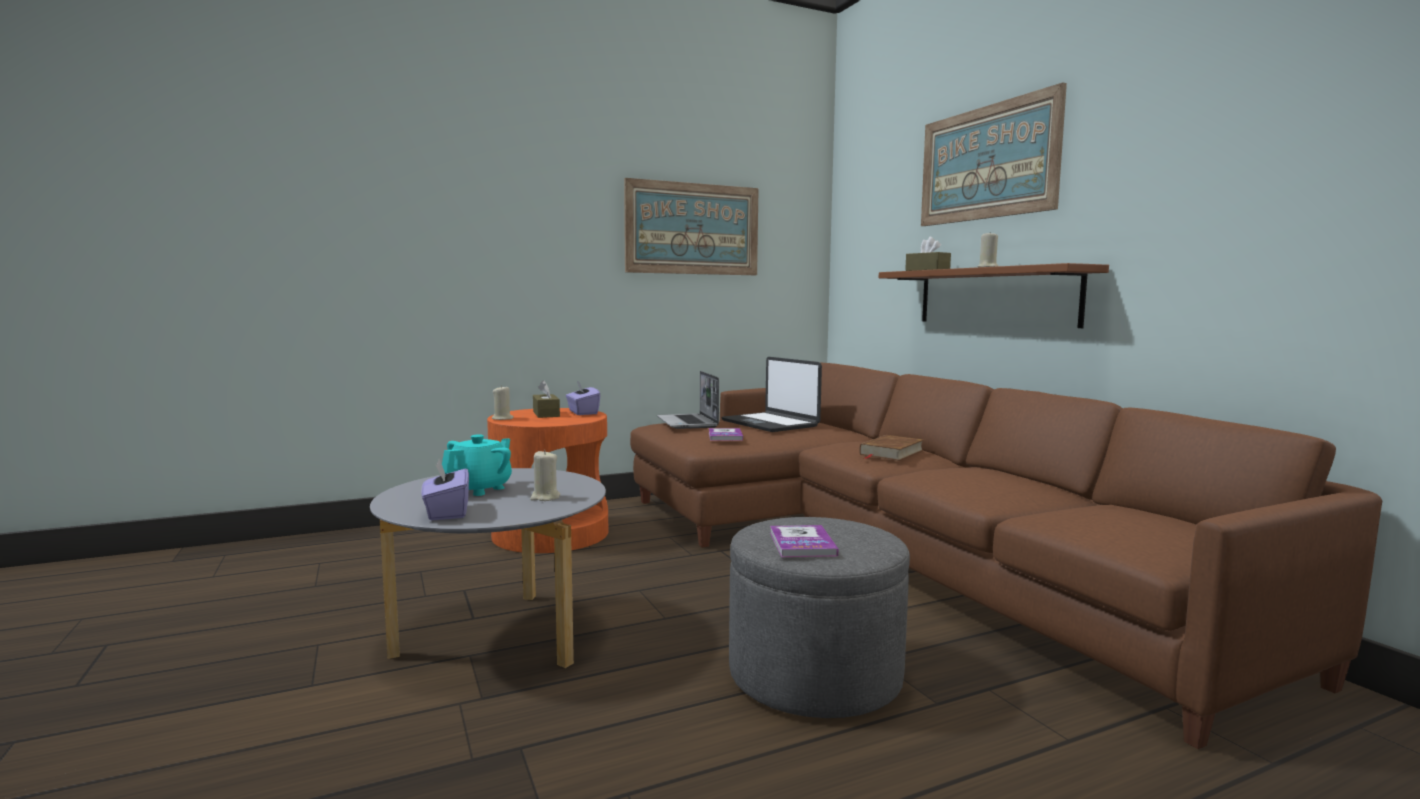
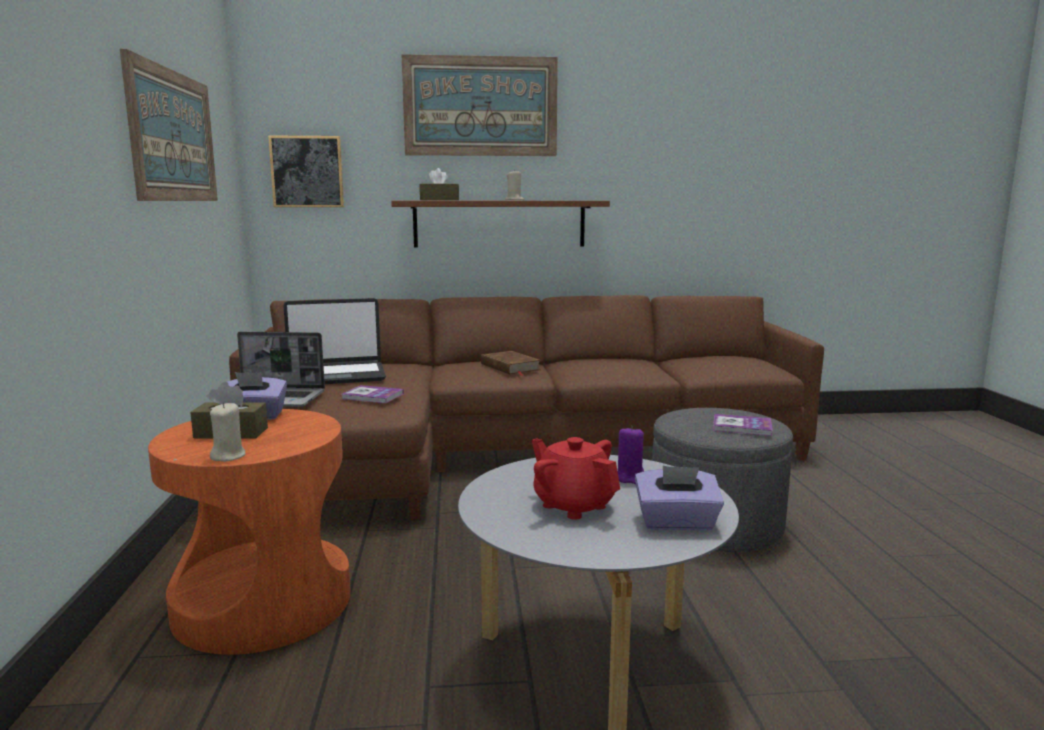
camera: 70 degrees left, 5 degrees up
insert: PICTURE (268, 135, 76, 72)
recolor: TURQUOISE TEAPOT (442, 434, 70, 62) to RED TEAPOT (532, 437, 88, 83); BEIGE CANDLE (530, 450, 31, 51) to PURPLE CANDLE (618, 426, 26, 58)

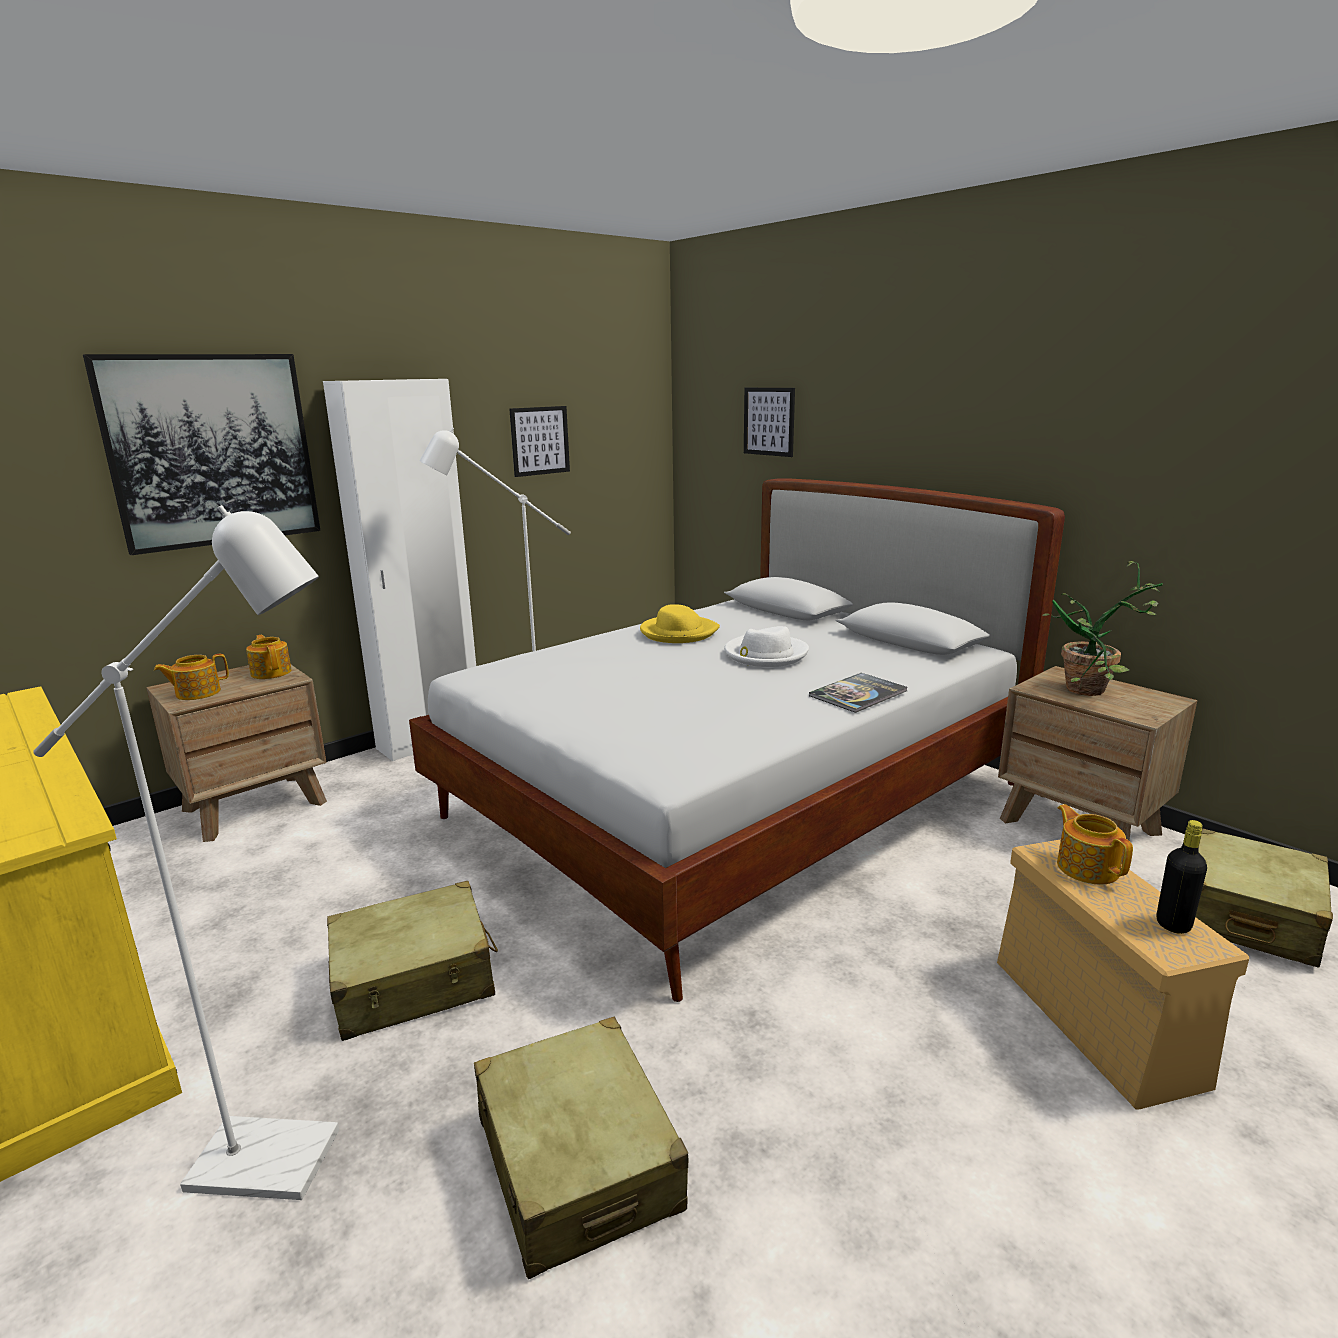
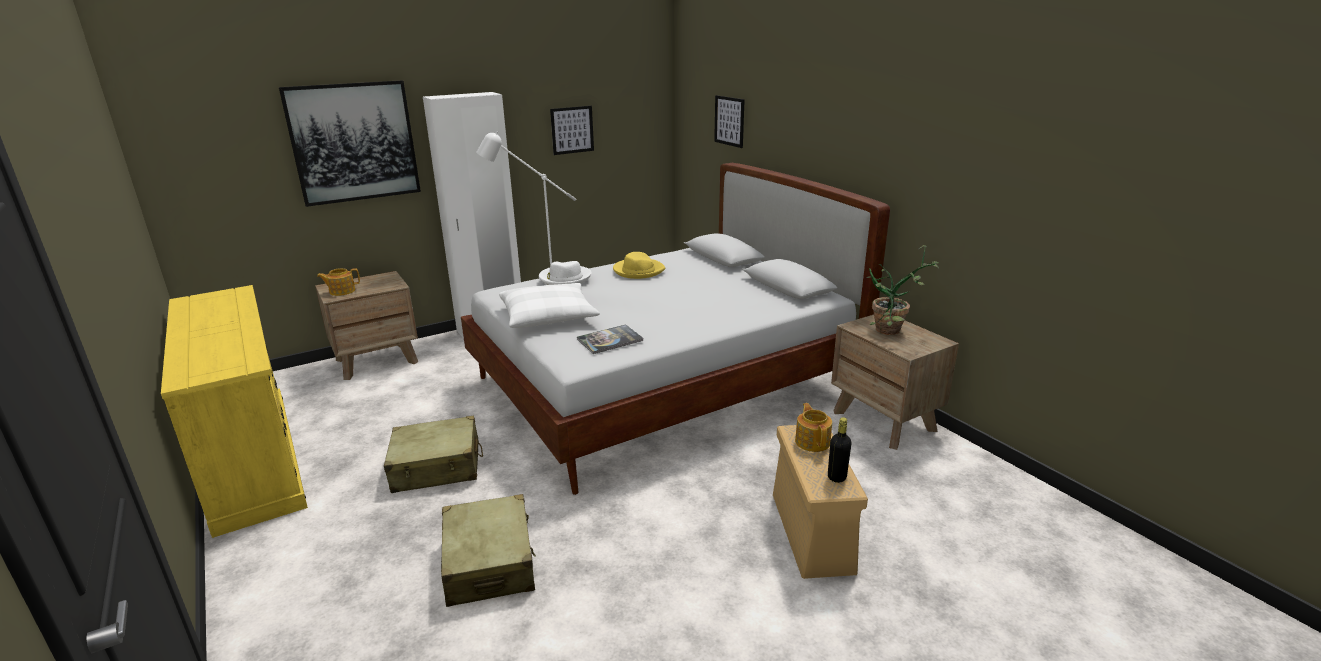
camera: 10 degrees right, 5 degrees up
delete: WHITE FLOOR LAMP (33, 505, 306, 695); TEAPOT (246, 635, 46, 44); BEIGE SUITCASE (1195, 828, 138, 140)
insert: WHITE PILLOW (499, 283, 101, 45)
move: WHITE HAT (724, 626, 85, 41) to (539, 261, 53, 24); BOOK (809, 673, 98, 40) to (577, 324, 66, 30)

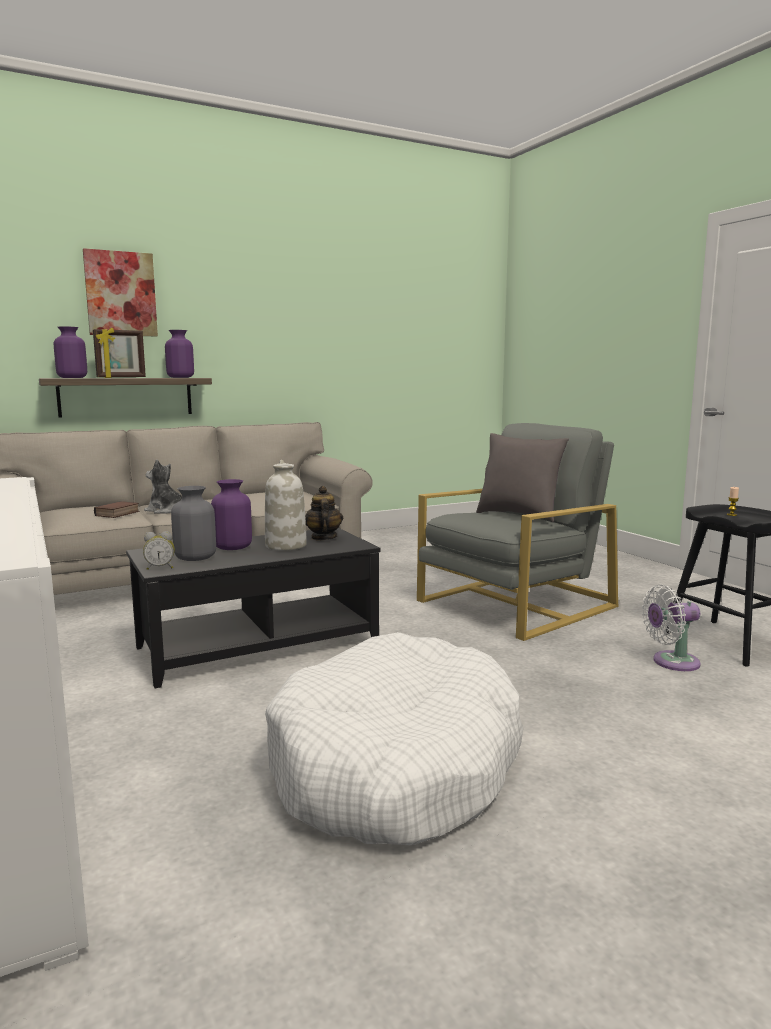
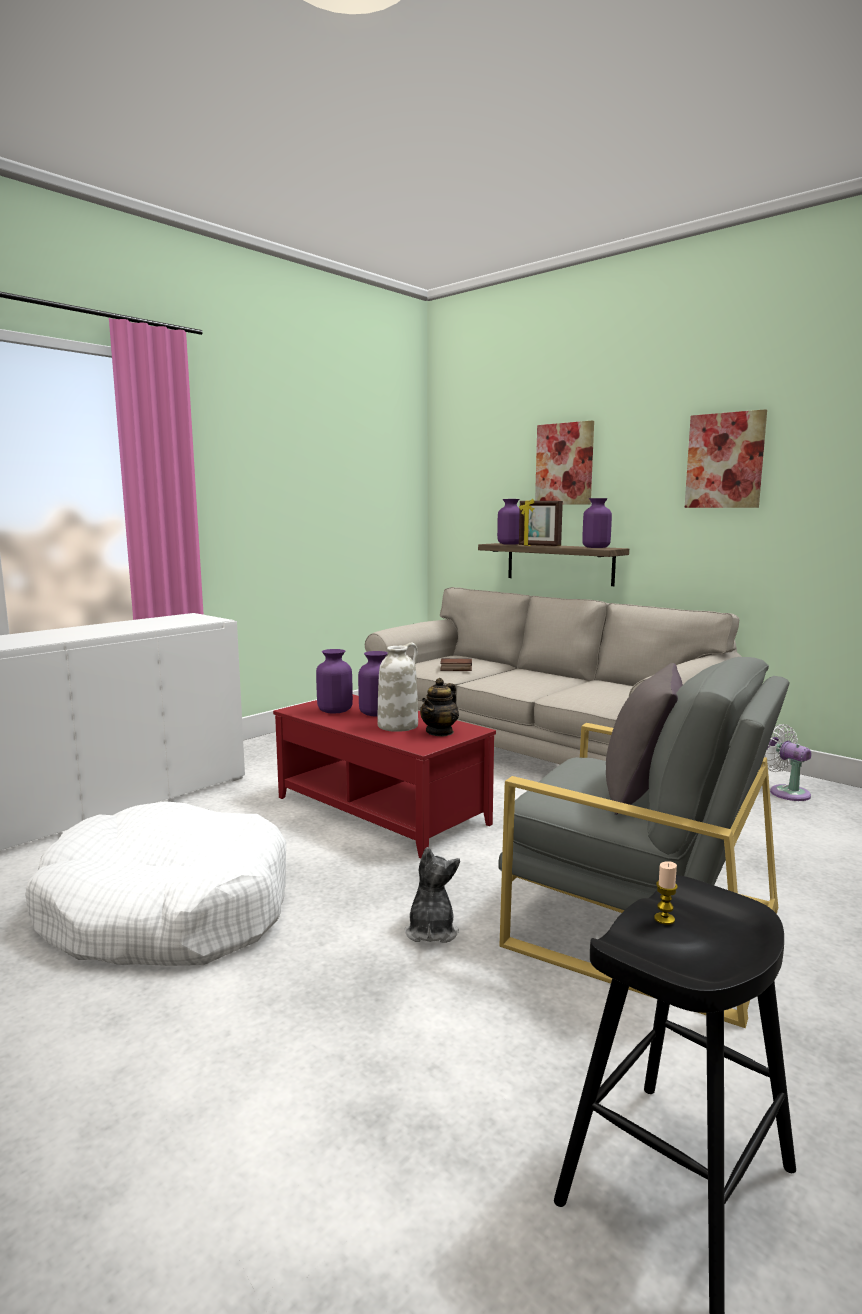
camera: 70 degrees right, 0 degrees up
delete: ALARM CLOCK (143, 531, 32, 39)
insert: PICTURE (685, 409, 82, 99)
move: PLUSH TOY (144, 459, 38, 55) to (405, 847, 55, 96); WHITE FAN (642, 585, 59, 86) to (764, 724, 47, 77)
recolor: BLACK COFFEE TABLE (126, 528, 255, 160) to RED COFFEE TABLE (273, 695, 223, 164); GREY VASE (171, 486, 45, 75) to PURPLE VASE (316, 649, 37, 65)
rotate: TEAPOT (305, 486, 38, 54) = (420, 678, 39, 59) 150 degrees clockwise

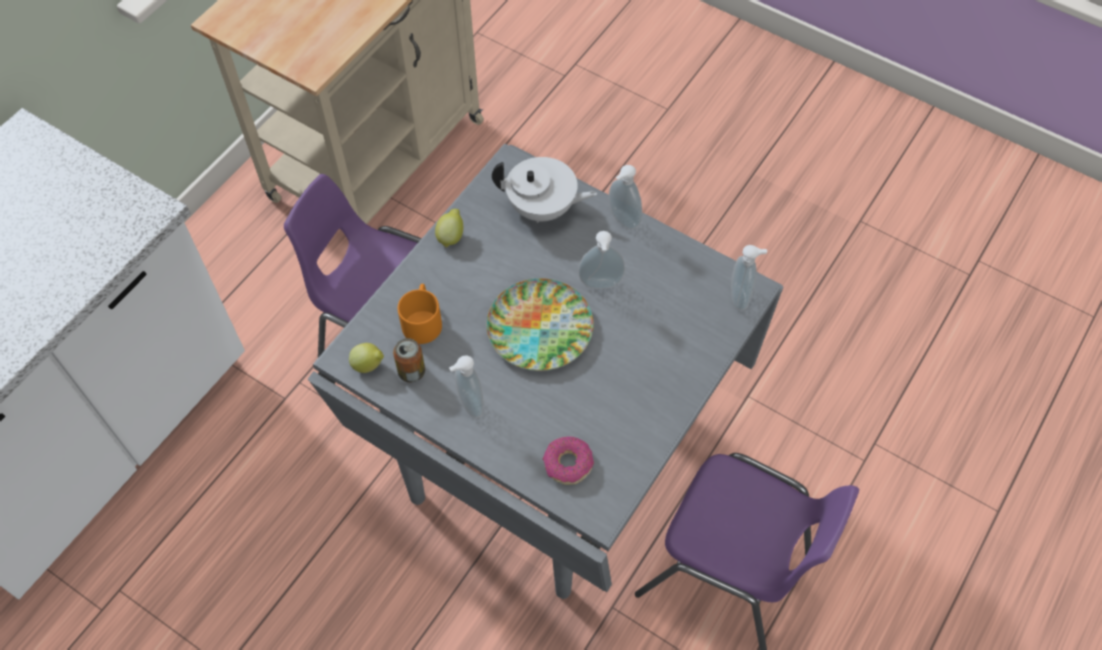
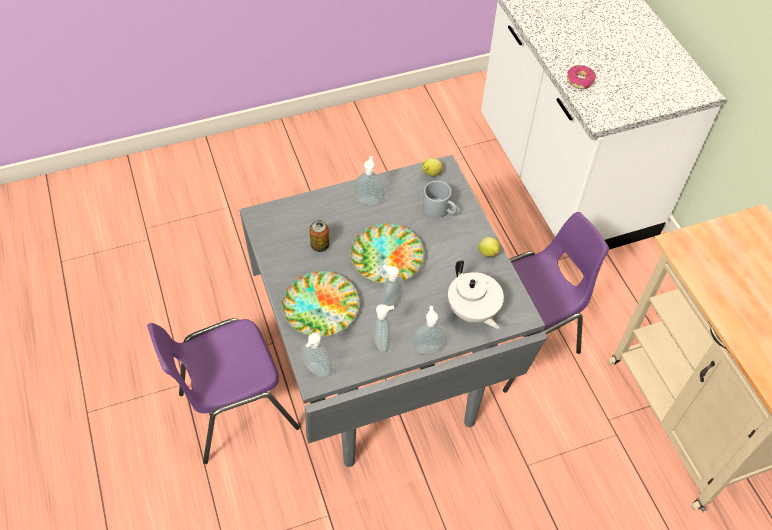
camera: 125 degrees right, 5 degrees down
insert: PLATE (282, 271, 78, 66); SOAP DISPENSER (373, 304, 21, 49)
move: CAN (393, 338, 32, 44) to (309, 220, 20, 32); DONUT (543, 436, 51, 49) to (567, 65, 29, 24)
recolor: ORANGE MUG (398, 284, 44, 60) to GREY MUG (423, 181, 34, 37)
rotate: WHITE TEAPOT (492, 157, 105, 66) = (448, 260, 56, 69) 75 degrees counterclockwise

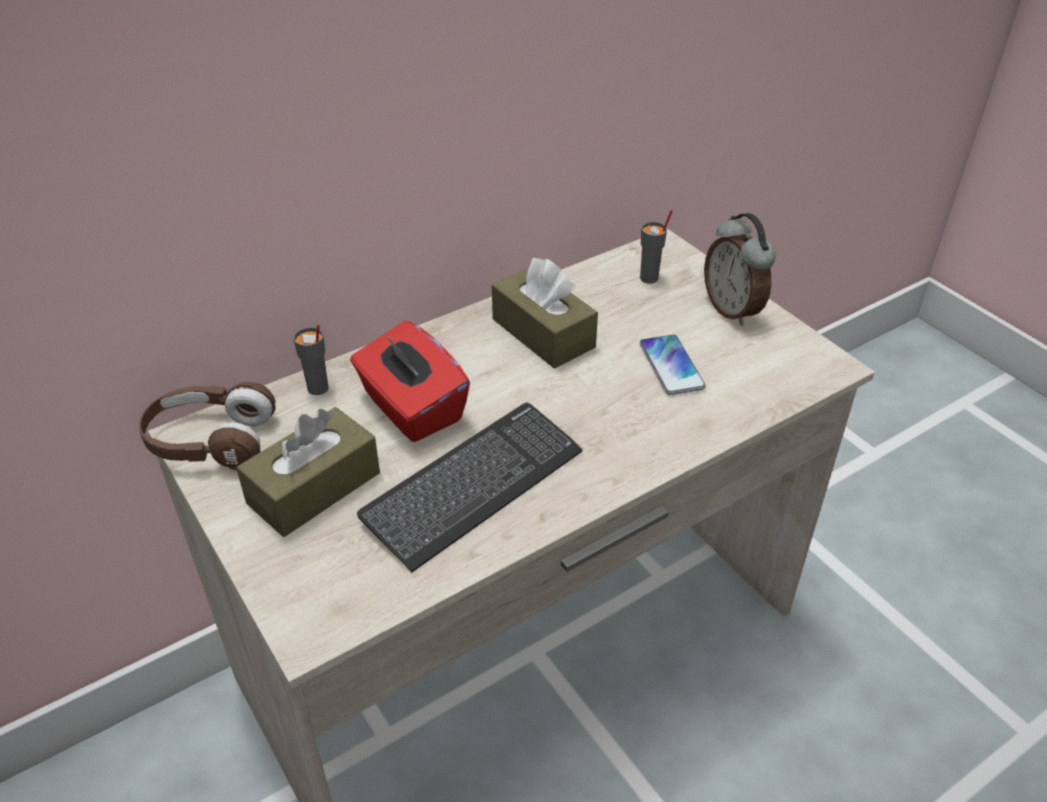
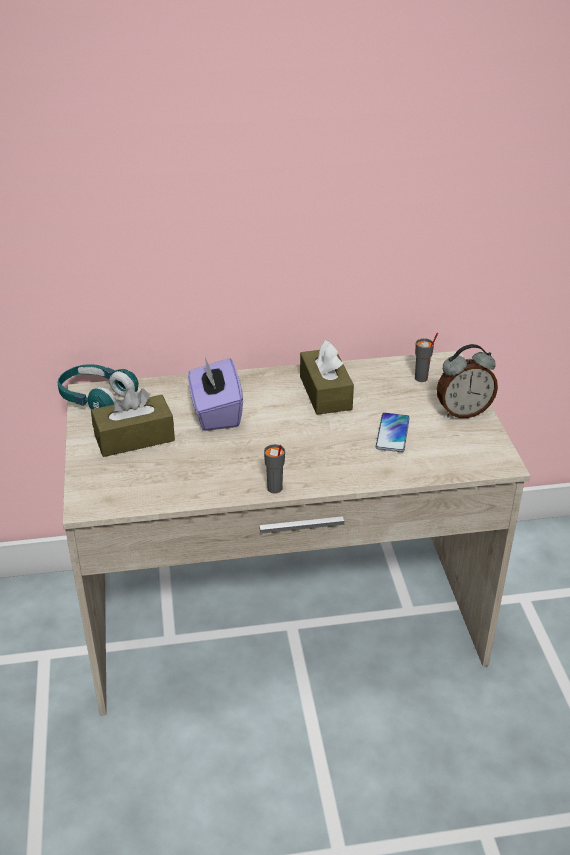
camera: 25 degrees right, 5 degrees down
delete: KEYBOARD (357, 402, 225, 171)
move: GREY CUP (293, 325, 35, 70) to (264, 444, 21, 50)
recolor: BROWN HEADPHONES (139, 382, 137, 88) to TURQUOISE HEADPHONES (58, 364, 80, 45); RED TISSUE BOX (350, 321, 120, 121) to PURPLE TISSUE BOX (188, 358, 55, 73)
rotate: ALARM CLOCK (704, 213, 72, 113) = (437, 344, 61, 74) 105 degrees counterclockwise

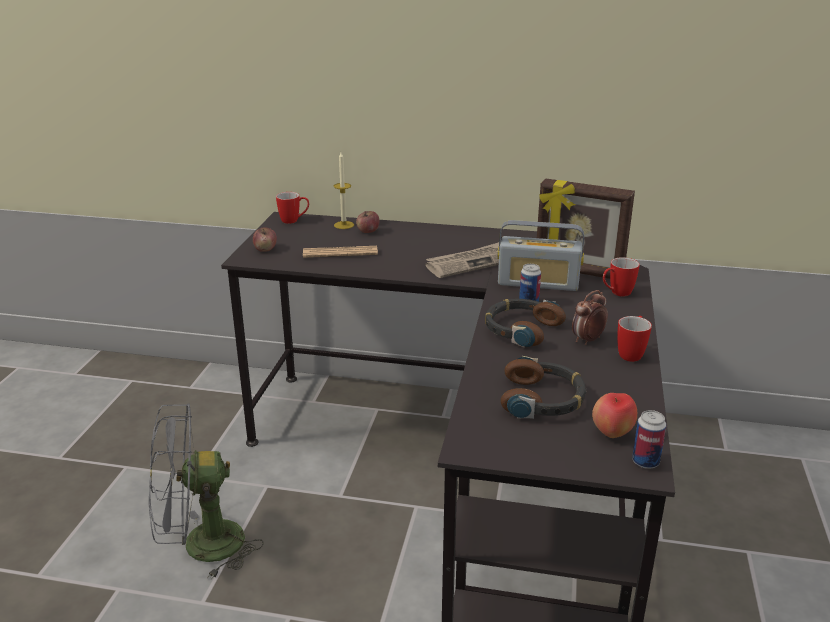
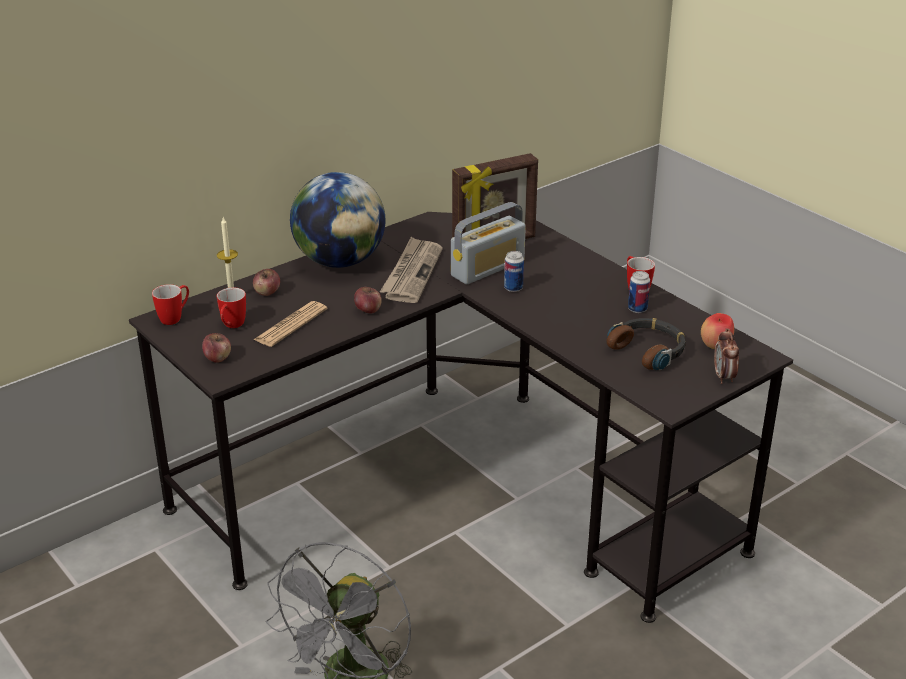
camera: 50 degrees left, 5 degrees up
delete: HEADPHONES (485, 299, 81, 49)
insert: GLOBE (290, 172, 95, 96); APPLE (354, 287, 28, 26)
move: ALARM CLOCK (572, 290, 36, 55) to (714, 328, 25, 56); MUG (603, 257, 37, 40) to (217, 287, 29, 41); CAN (632, 410, 34, 59) to (628, 271, 22, 42)

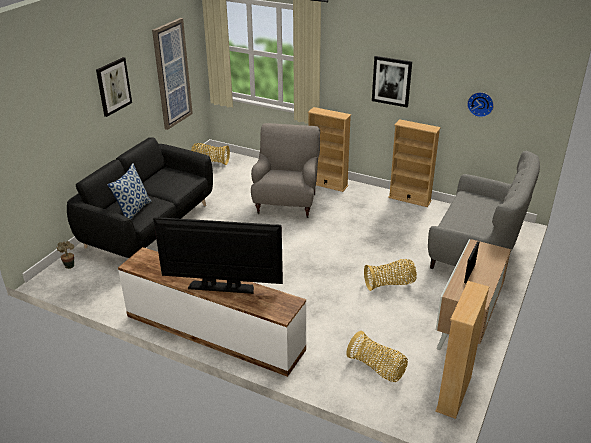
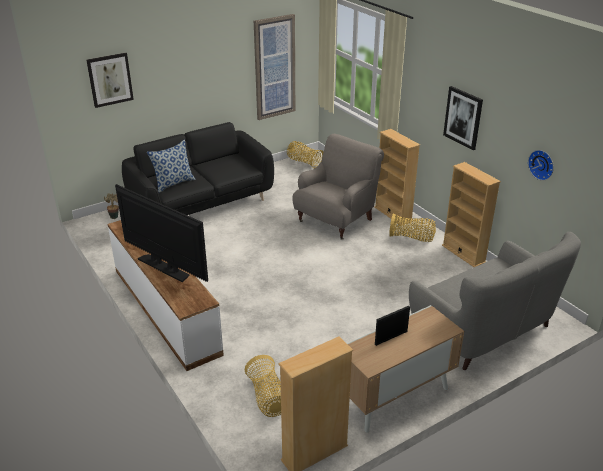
camera: 30 degrees right, 0 degrees up
move: PICTURE (96, 57, 36, 60) to (86, 53, 48, 55); BASKET (364, 259, 53, 32) to (389, 213, 47, 29)

